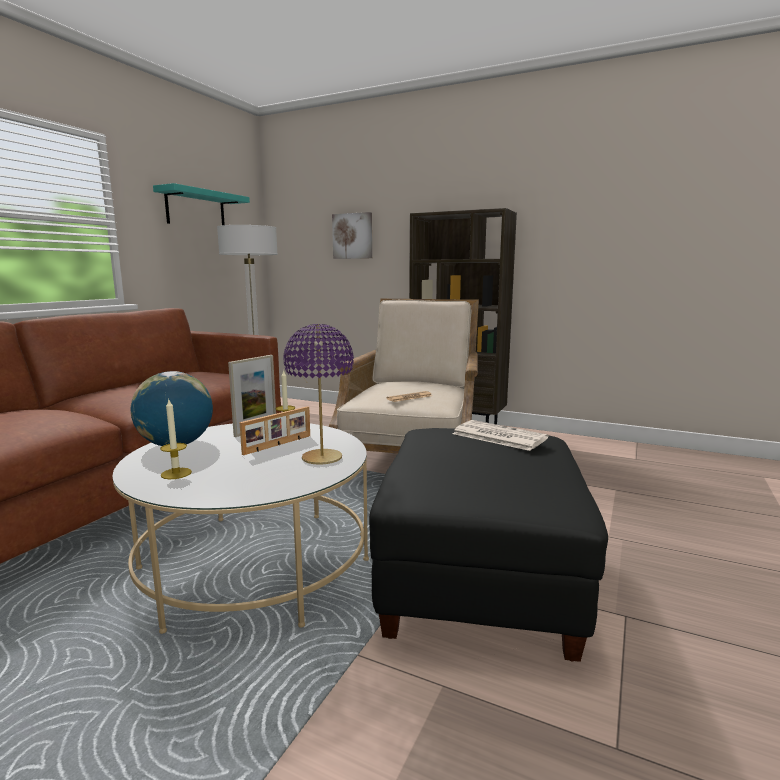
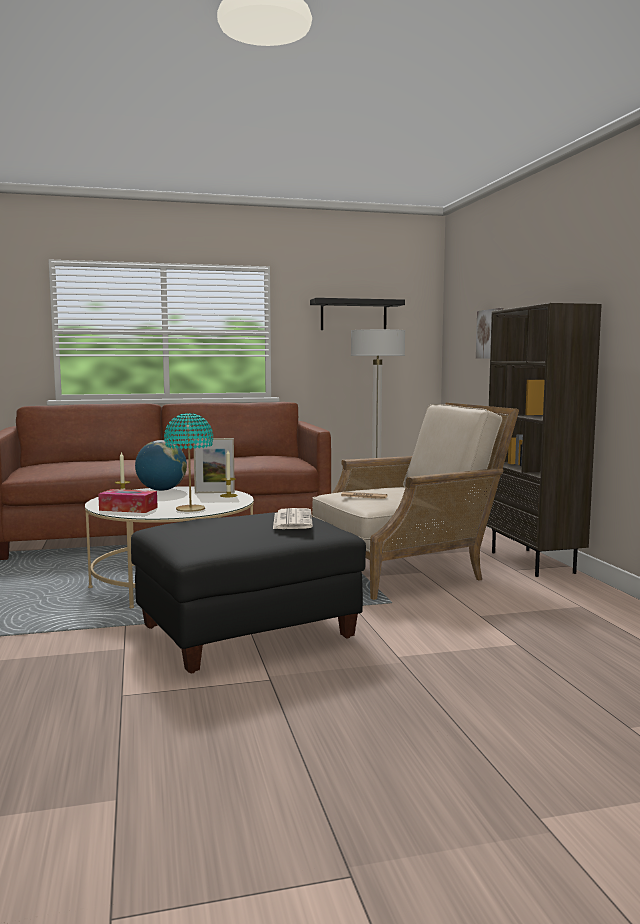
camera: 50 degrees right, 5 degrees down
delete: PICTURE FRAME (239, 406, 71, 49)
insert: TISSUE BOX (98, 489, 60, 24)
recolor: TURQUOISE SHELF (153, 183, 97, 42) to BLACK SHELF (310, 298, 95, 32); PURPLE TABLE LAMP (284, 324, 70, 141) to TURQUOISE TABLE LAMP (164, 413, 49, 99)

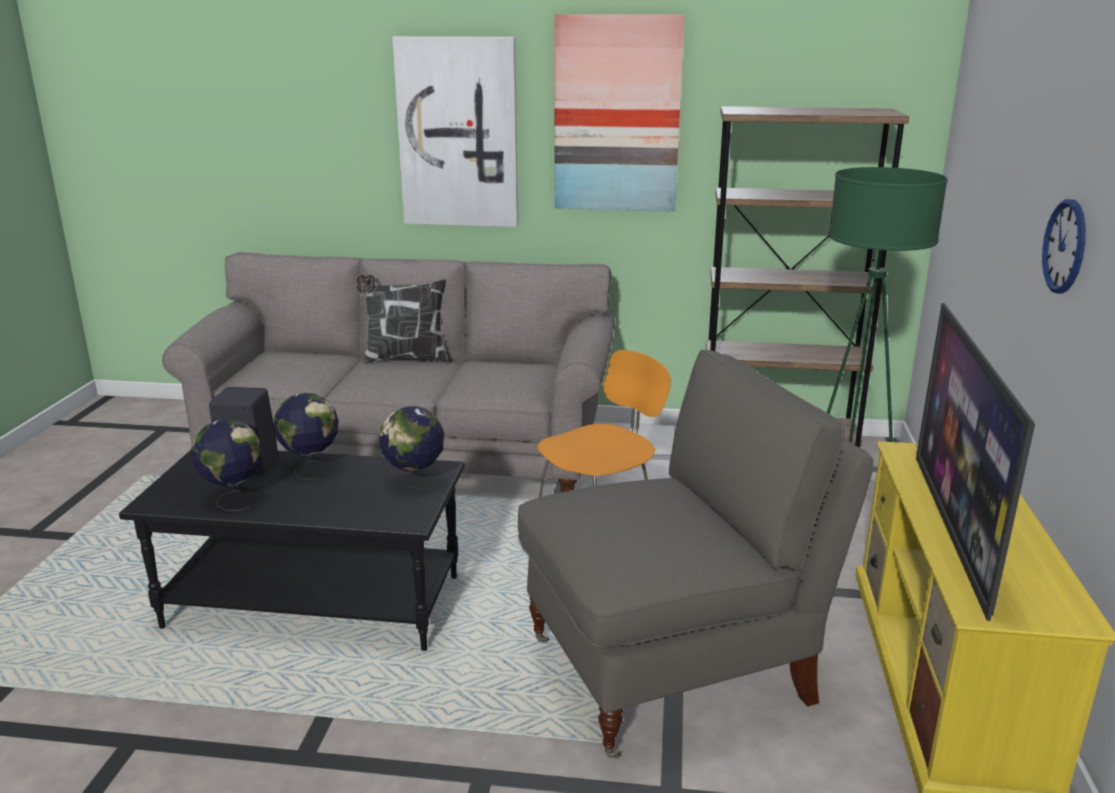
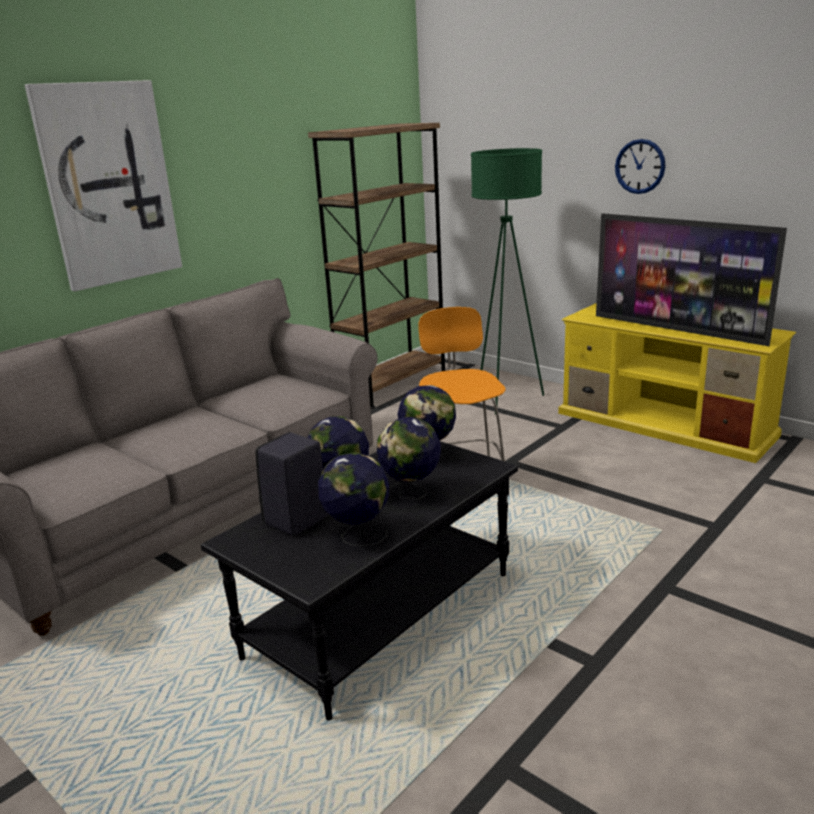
camera: 55 degrees left, 0 degrees up
delete: PILLOW (357, 275, 91, 89); GREY ARMCHAIR (518, 350, 355, 409); PICTURE (554, 14, 131, 197)
insert: GLOBE (376, 417, 65, 83)

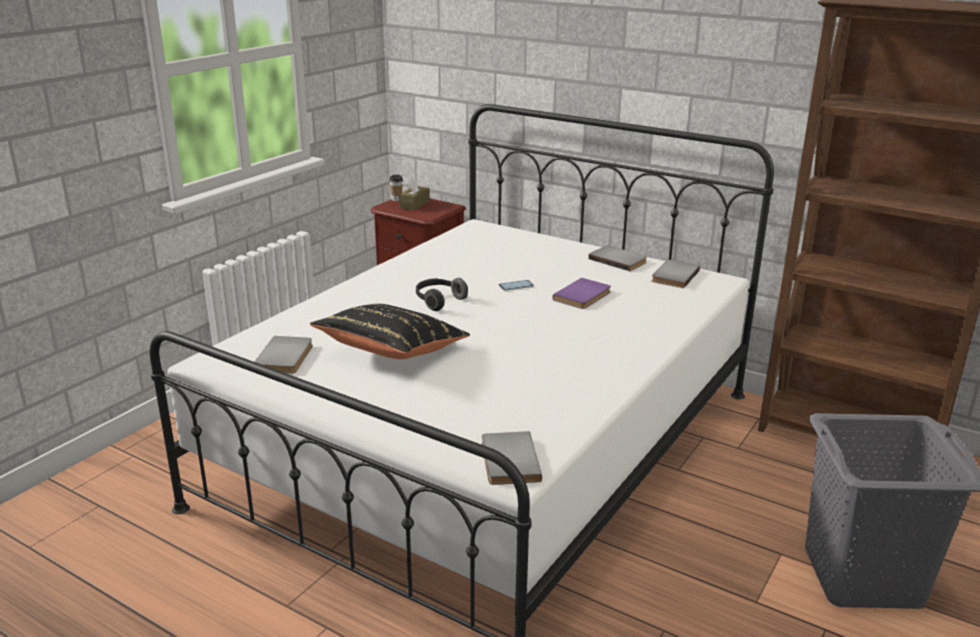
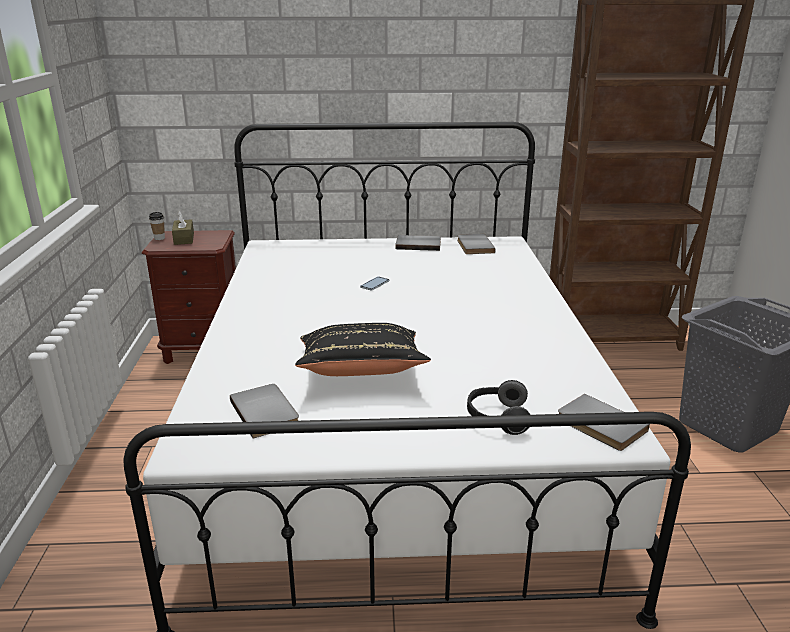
camera: 35 degrees left, 0 degrees up
delete: PURPLE BOOK (553, 278, 58, 31)
move: HEADPHONES (416, 278, 52, 33) to (467, 380, 63, 55)

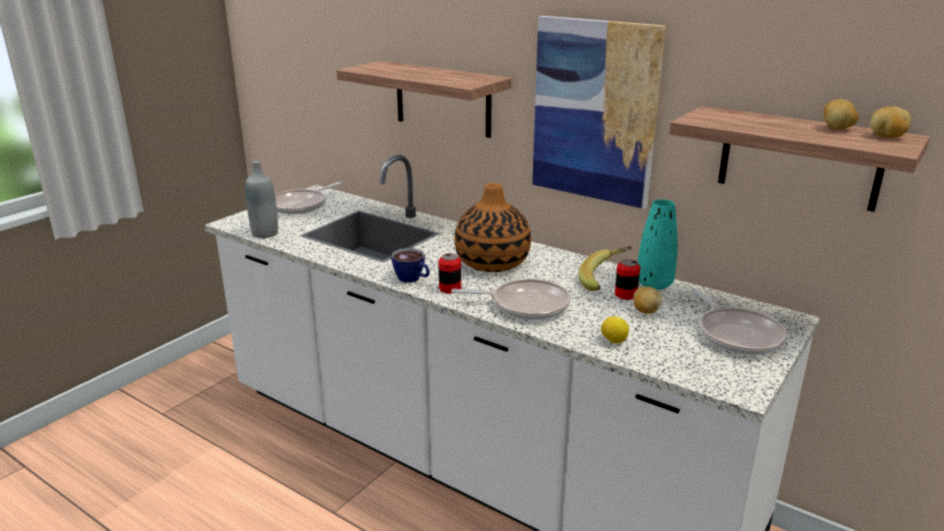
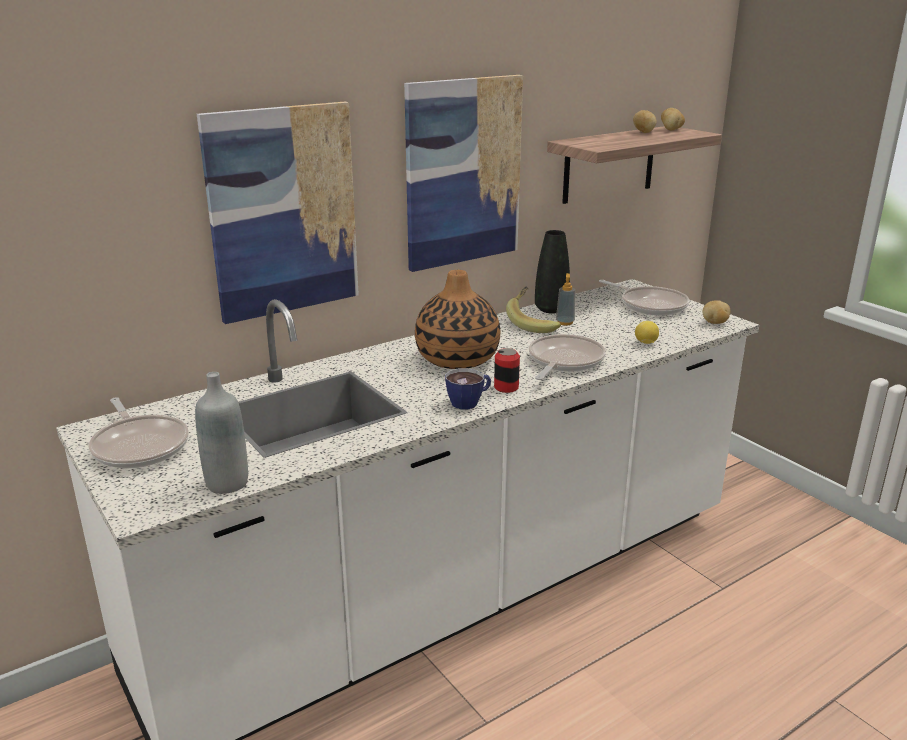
camera: 70 degrees left, 0 degrees up
move: POTATO (633, 286, 29, 28) to (703, 301, 27, 23)
replace: SHELF (337, 61, 175, 77) to PICTURE (197, 102, 162, 222); CAN (615, 259, 25, 41) to SOAP DISPENSER (556, 273, 19, 52)
recolor: TURQUOISE VASE (638, 199, 39, 91) to BLACK VASE (535, 230, 35, 83)
rotate: FRYING PAN (690, 288, 97, 67) = (599, 280, 90, 36) 45 degrees clockwise

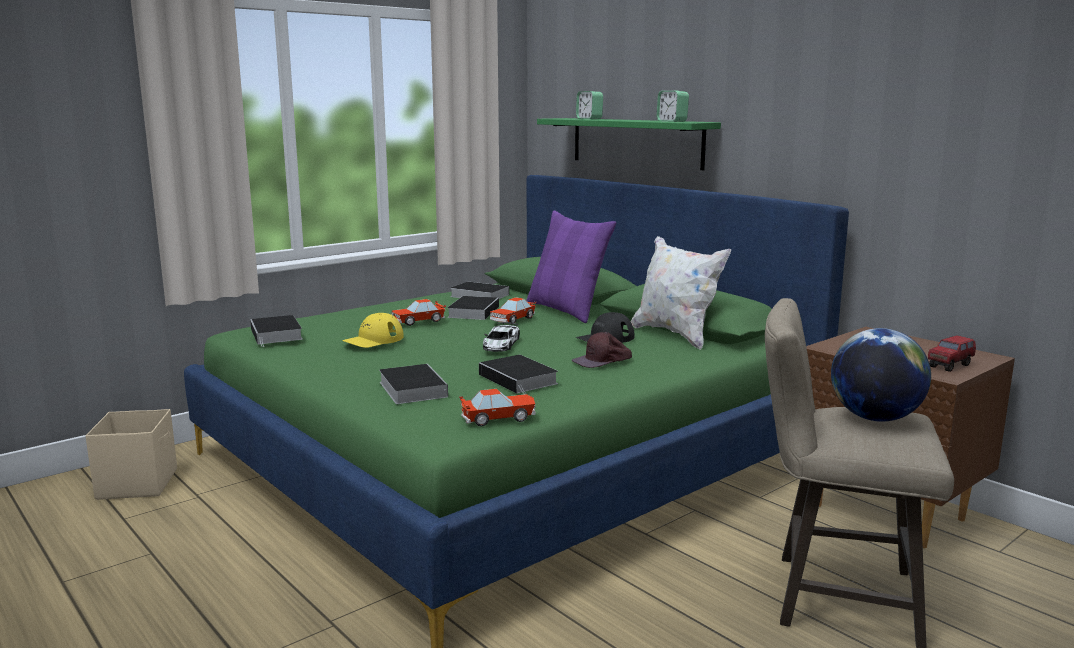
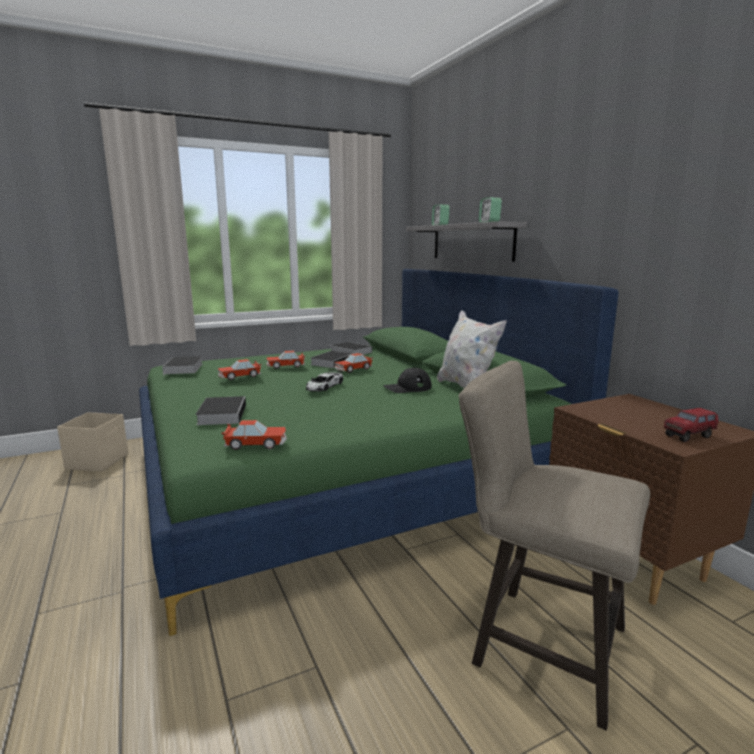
camera: 15 degrees right, 0 degrees up
delete: BOOK (479, 355, 79, 40); PURPLE PILLOW (526, 210, 90, 113); BROWN CAP (572, 332, 60, 36); GLOBE (831, 328, 100, 94)
replace: YELLOW CAP (342, 313, 62, 35) to TOY CAR (218, 359, 44, 21)
recolor: GREEN SHELF (537, 118, 184, 52) to GREY SHELF (406, 221, 121, 41)

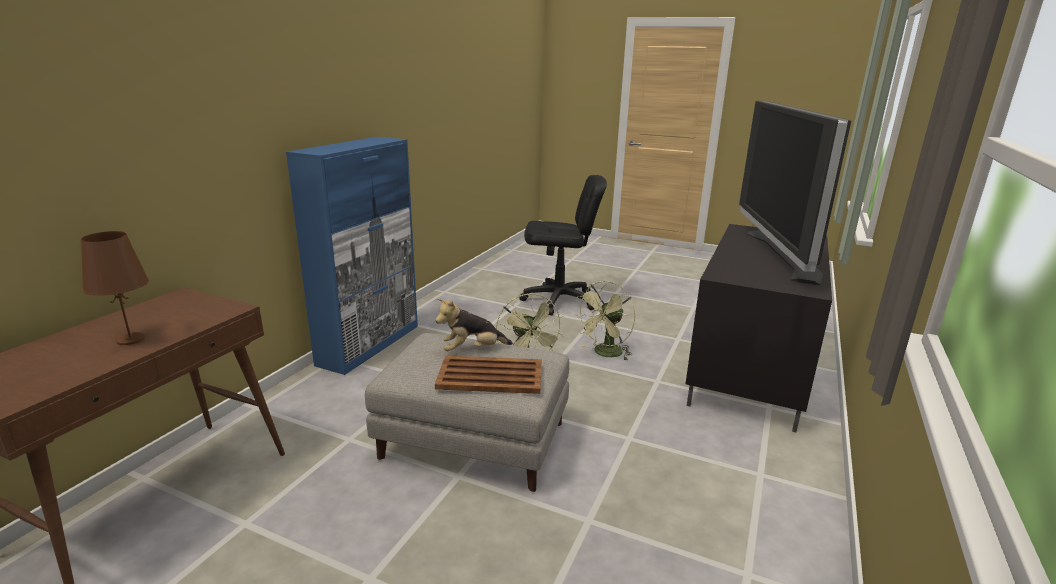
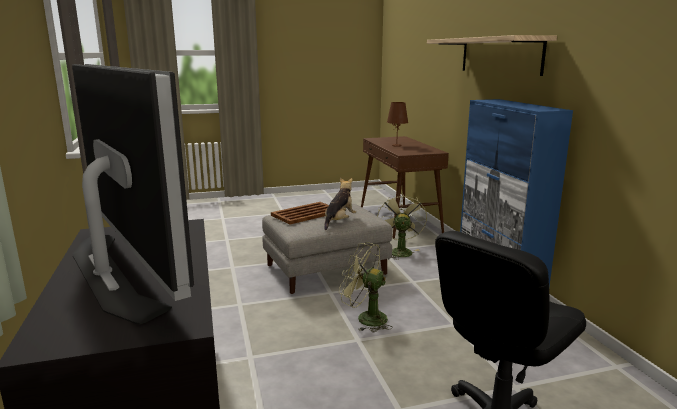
camera: 140 degrees right, 5 degrees down
insert: SHELF (427, 35, 130, 41)
move: GREEN FAN (574, 281, 61, 80) to (377, 193, 50, 67)

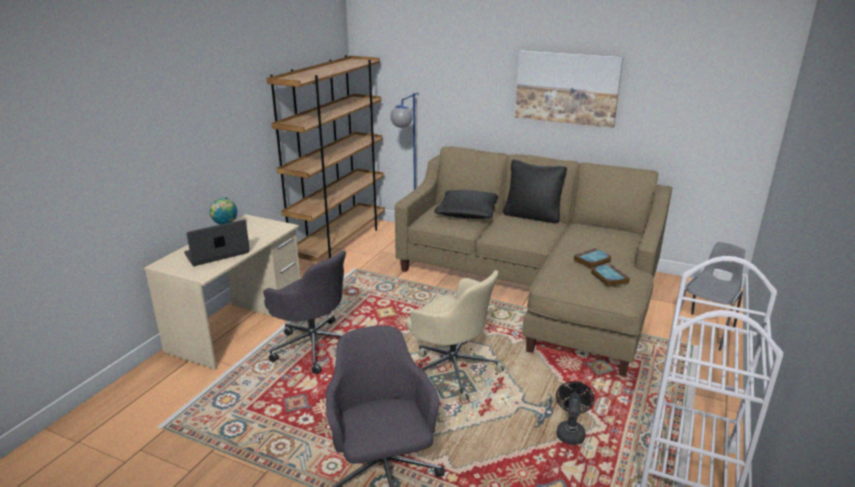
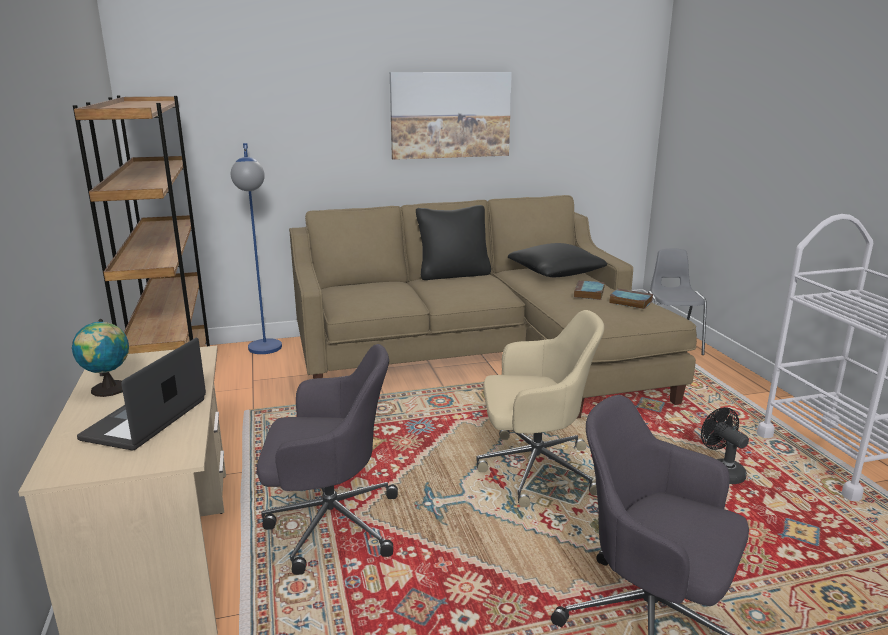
camera: 40 degrees left, 5 degrees down
move: BLACK PILLOW (434, 190, 64, 29) to (508, 243, 99, 34)

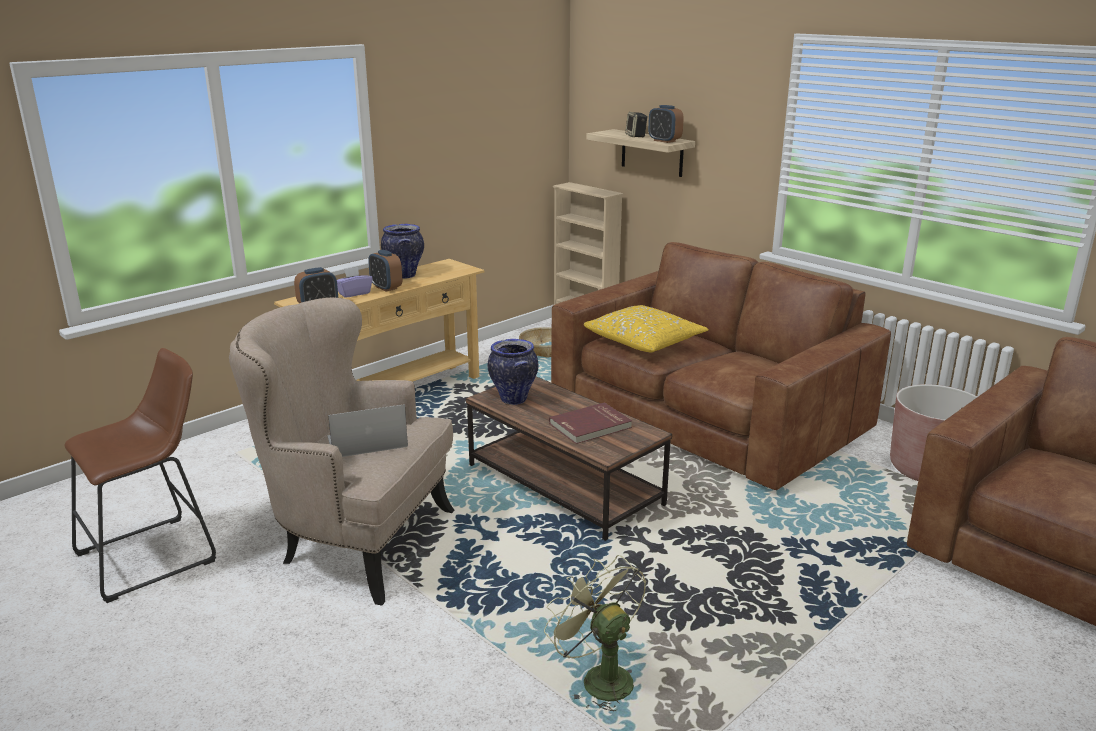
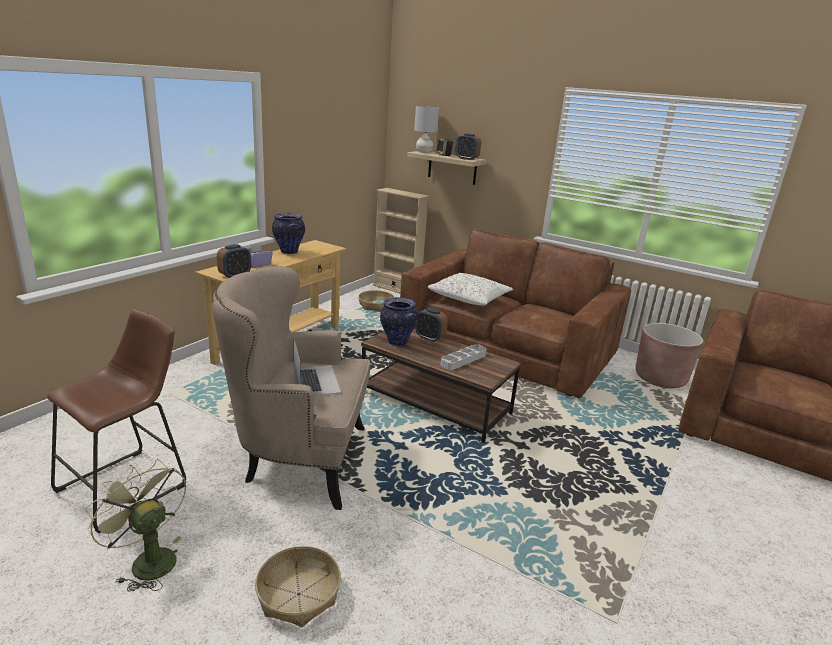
camera: 15 degrees left, 0 degrees up
insert: BASKET (255, 546, 86, 81); GREY TABLE LAMP (414, 106, 25, 47)
move: ALARM CLOCK (368, 250, 34, 42) to (415, 308, 33, 34); GREEN FAN (544, 555, 102, 157) to (85, 459, 101, 132)
replace: RED BOOK (549, 402, 83, 42) to GREY TRAY (441, 344, 45, 26)
recolor: YELLOW PILLOW (584, 305, 125, 48) to WHITE PILLOW (427, 273, 86, 33)
rotate: LAPTOP (327, 404, 81, 53) = (293, 336, 48, 60) 105 degrees clockwise

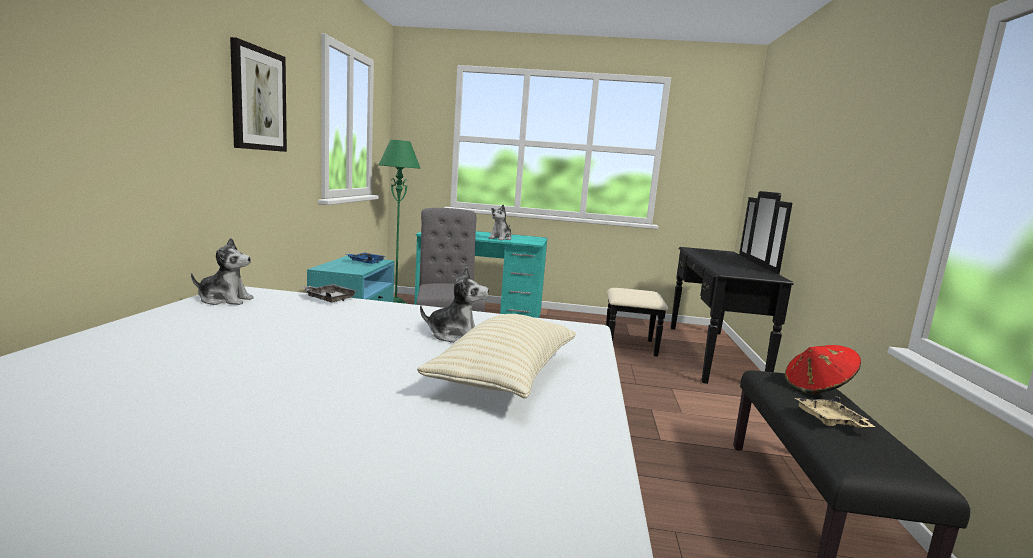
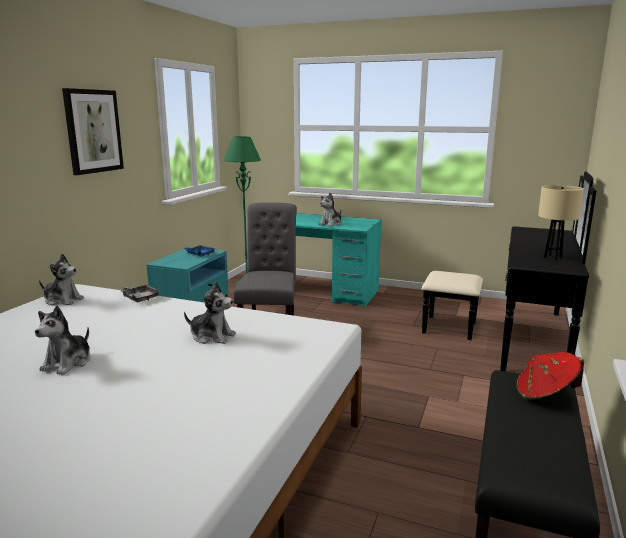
camera: 15 degrees right, 5 degrees up
delete: BEIGE PILLOW (417, 314, 159, 85); BEIGE TRAY (795, 396, 81, 32)
insert: PLUSH TOY (35, 306, 56, 69); BEIGE TABLE LAMP (538, 185, 46, 75)

